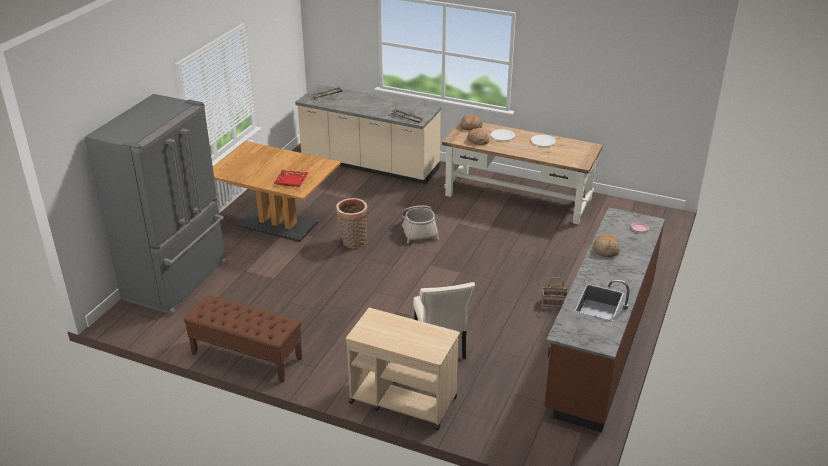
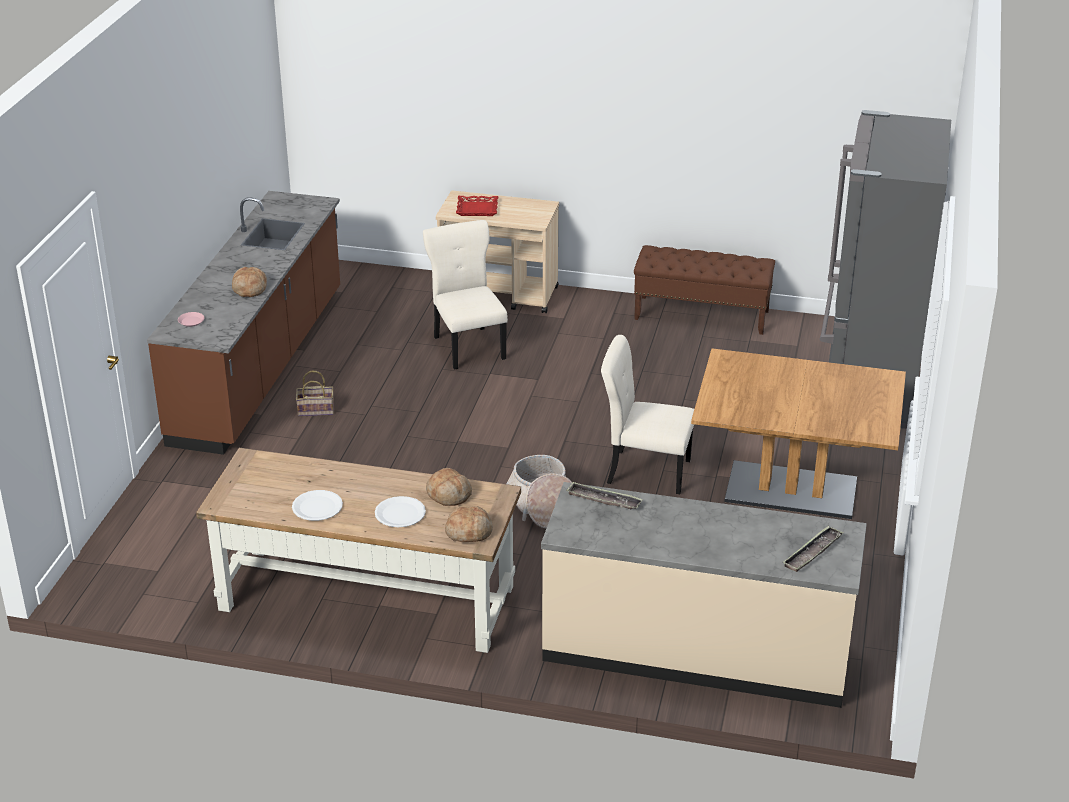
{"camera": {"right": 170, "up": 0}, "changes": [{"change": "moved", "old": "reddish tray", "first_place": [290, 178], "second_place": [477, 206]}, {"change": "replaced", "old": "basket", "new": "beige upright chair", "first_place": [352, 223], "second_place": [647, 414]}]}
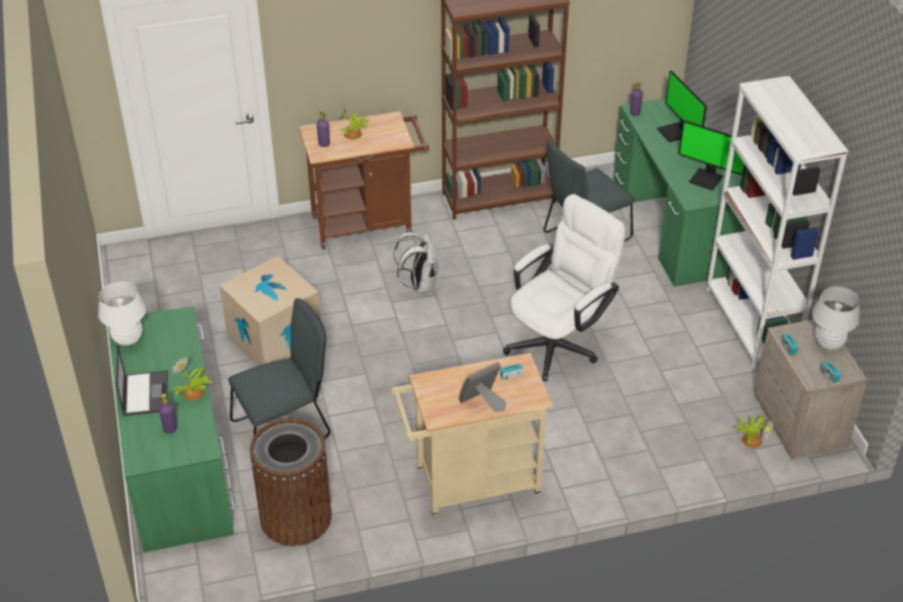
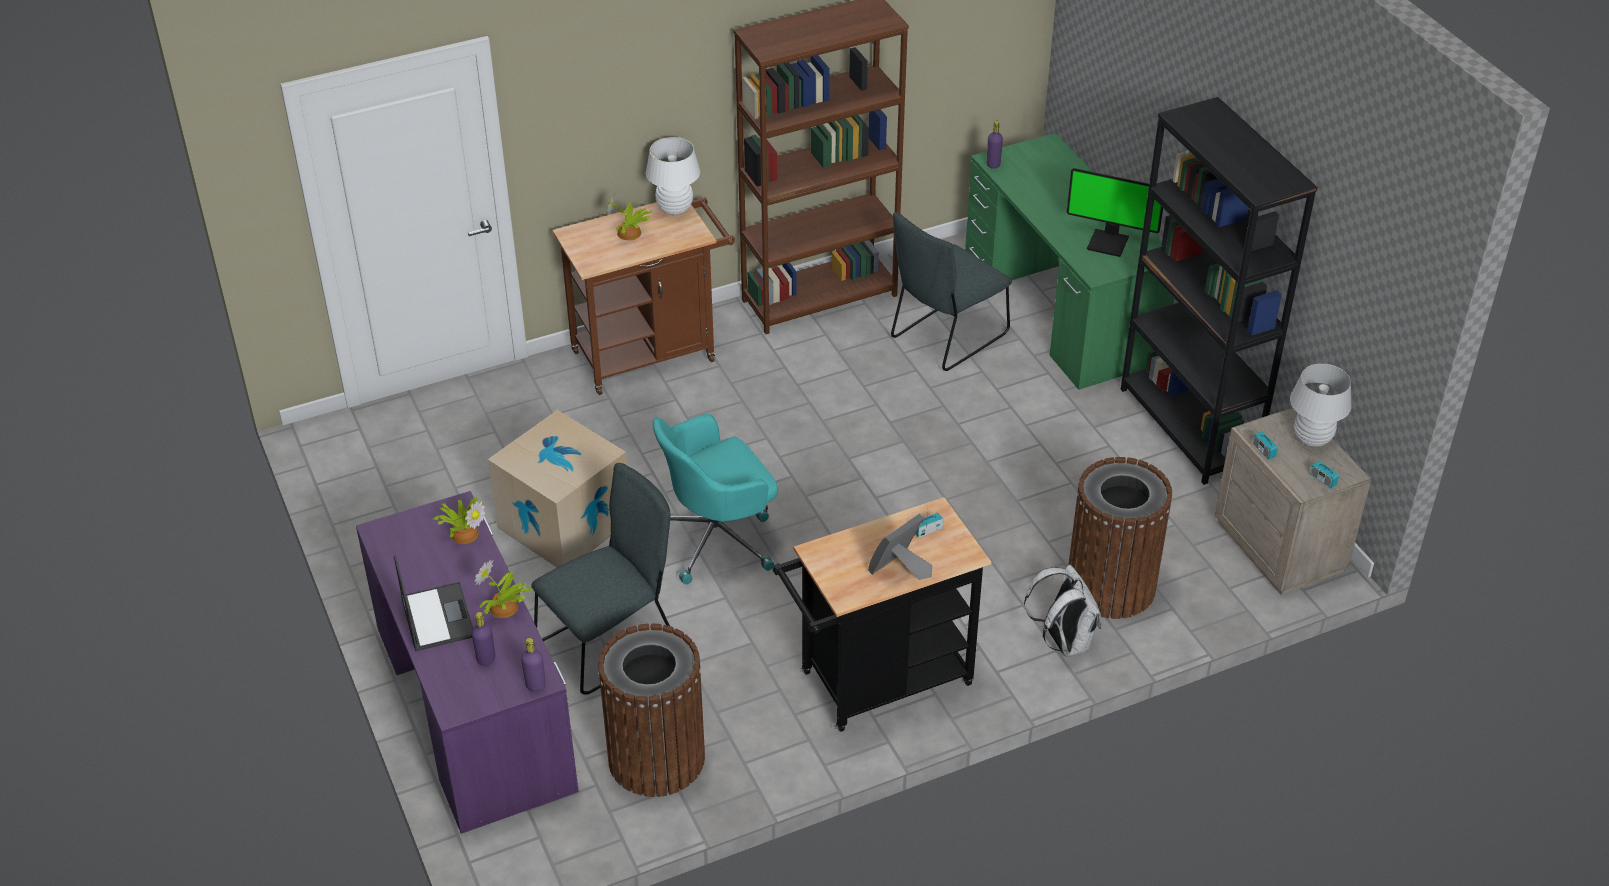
{"camera": {"right": -10, "up": 0}, "changes": [{"change": "recoloured", "old": "green-coloured desk unit", "new": "purple-coloured desk unit", "first_place": [171, 429], "second_place": [467, 662]}, {"change": "moved", "old": "plant in a pot", "first_place": [753, 432], "second_place": [459, 520]}, {"change": "moved", "old": "purple-coloured beverage bottle", "first_place": [323, 128], "second_place": [533, 665]}, {"change": "moved", "old": "whitish lamp for a table", "first_place": [122, 313], "second_place": [673, 176]}, {"change": "added", "new": "blue-green computer chair", "second_place": [715, 499]}, {"change": "recoloured", "old": "beige cart", "new": "blackish cart", "first_place": [472, 435], "second_place": [882, 614]}, {"change": "moved", "old": "whitish backpack", "first_place": [415, 262], "second_place": [1063, 611]}, {"change": "added", "new": "brown-coloured rubbish bin", "second_place": [1120, 538]}, {"change": "recoloured", "old": "whitish shelving unit", "new": "blackish shelving unit", "first_place": [777, 222], "second_place": [1219, 291]}, {"change": "removed", "old": "whitish computer chair", "first_place": [564, 287]}, {"change": "removed", "old": "monitor", "first_place": [682, 106]}]}
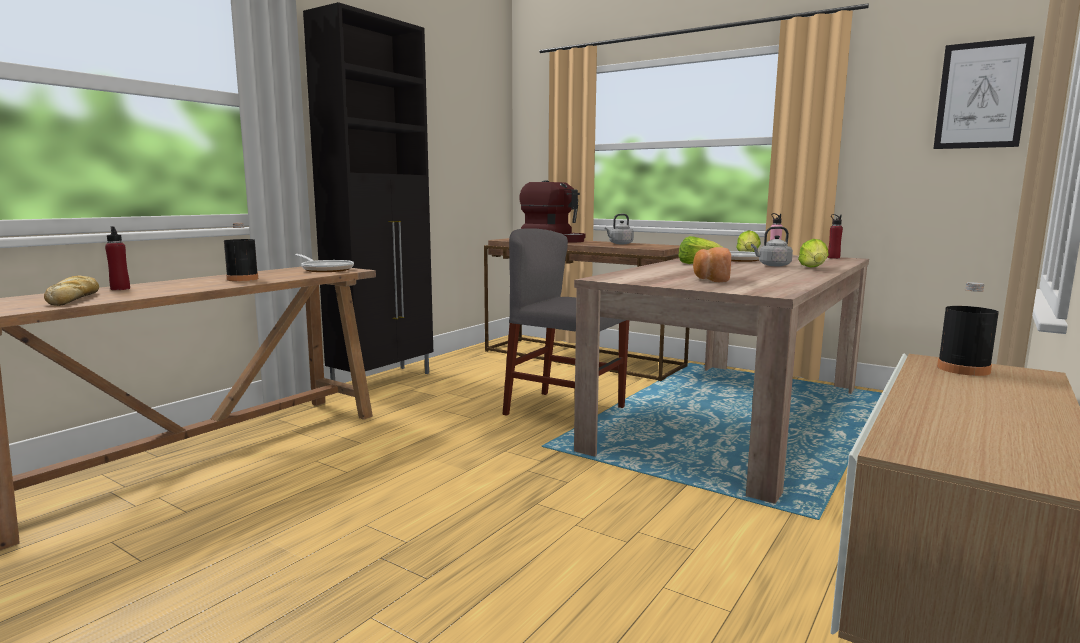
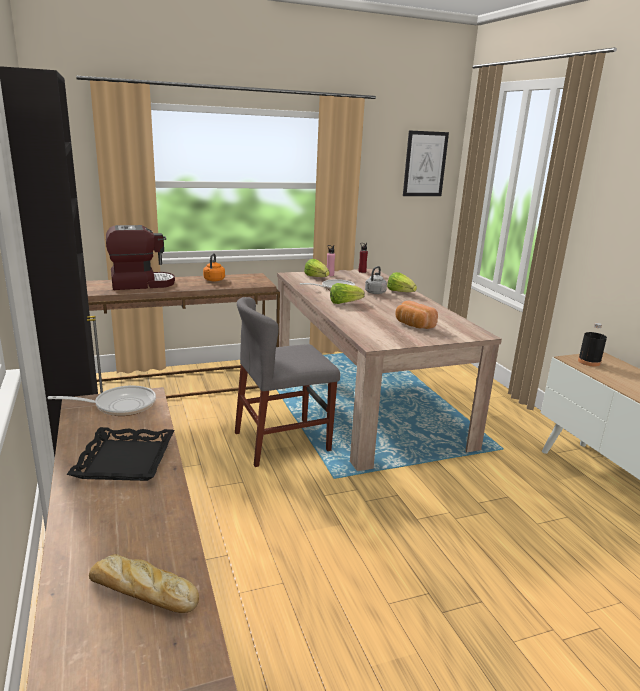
{"camera": {"right": -55, "up": 10}, "changes": [{"change": "replaced", "old": "blackish beverage bottle", "new": "blackish tray", "first_place": [241, 252], "second_place": [120, 454]}, {"change": "recoloured", "old": "grey tea kettle", "new": "orangey tea kettle", "first_place": [619, 229], "second_place": [214, 267]}, {"change": "removed", "old": "reddish beverage bottle", "first_place": [117, 258]}]}
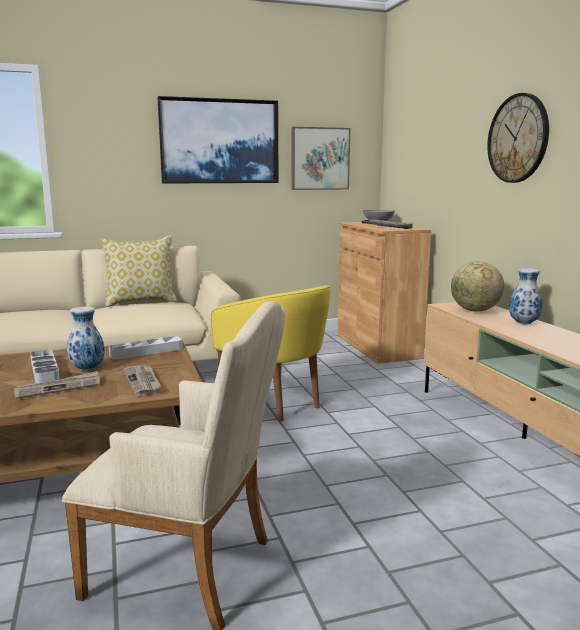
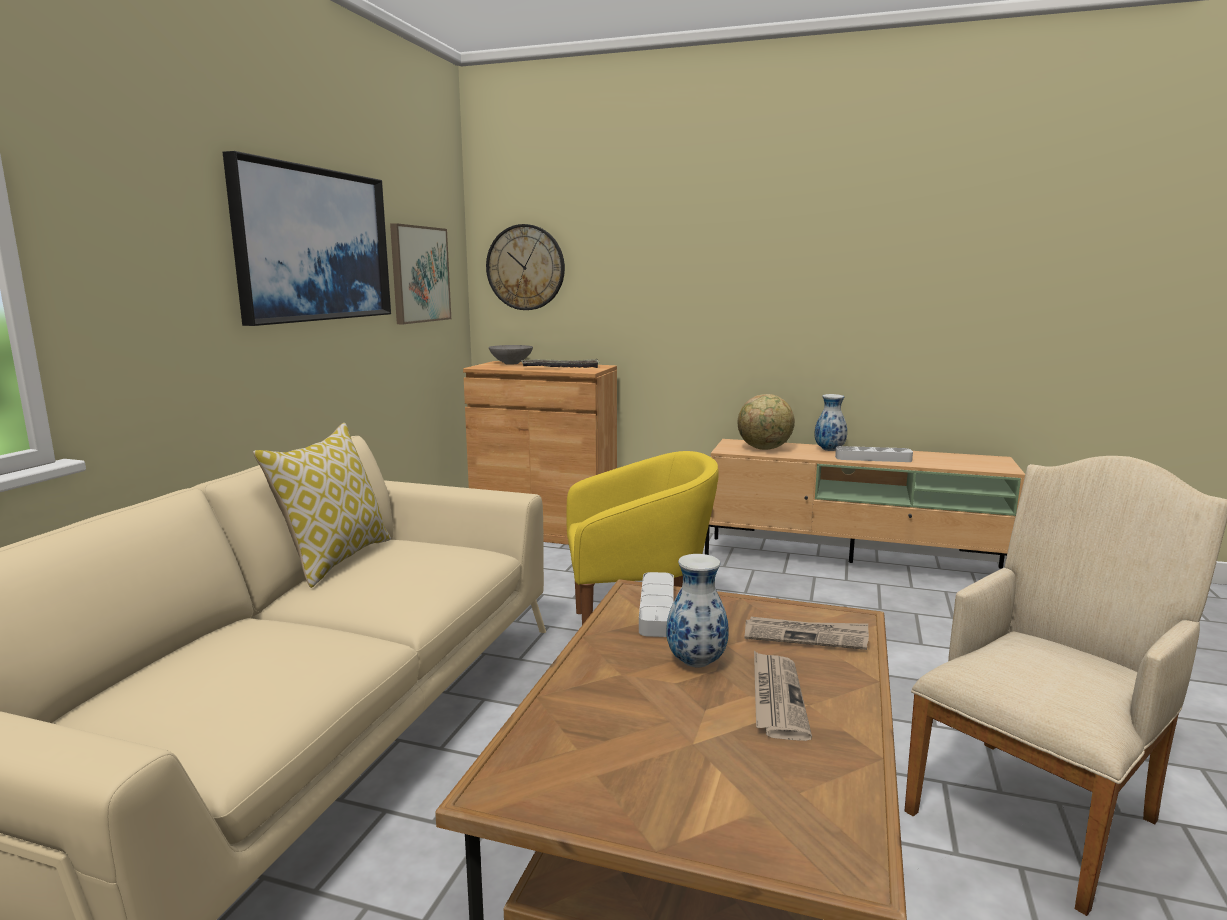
{"camera": {"right": -55, "up": 0}, "changes": [{"change": "moved", "old": "clock on the wall", "first_place": [518, 138], "second_place": [525, 267]}, {"change": "moved", "old": "grey tray", "first_place": [45, 366], "second_place": [874, 454]}]}
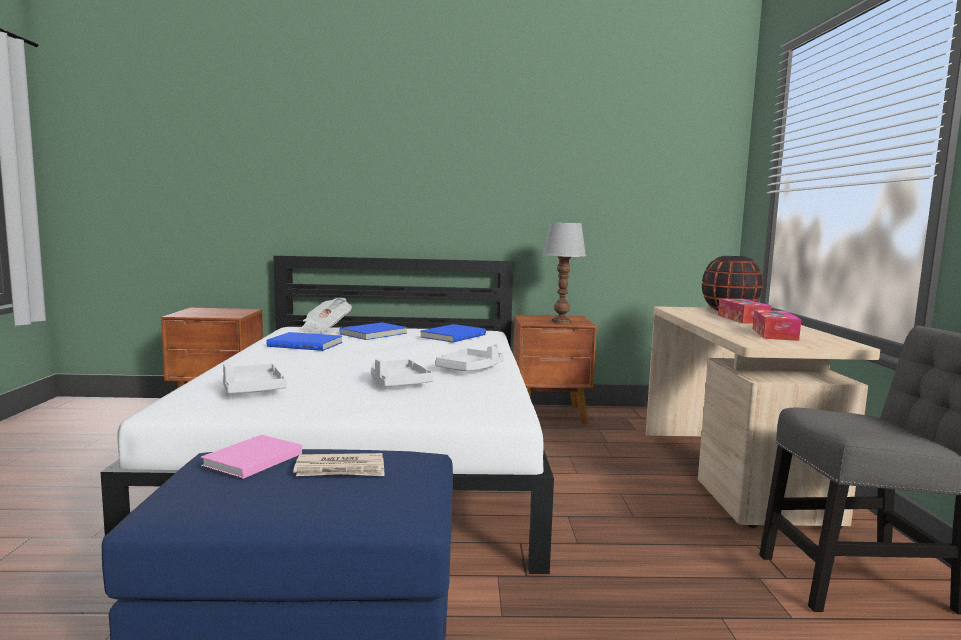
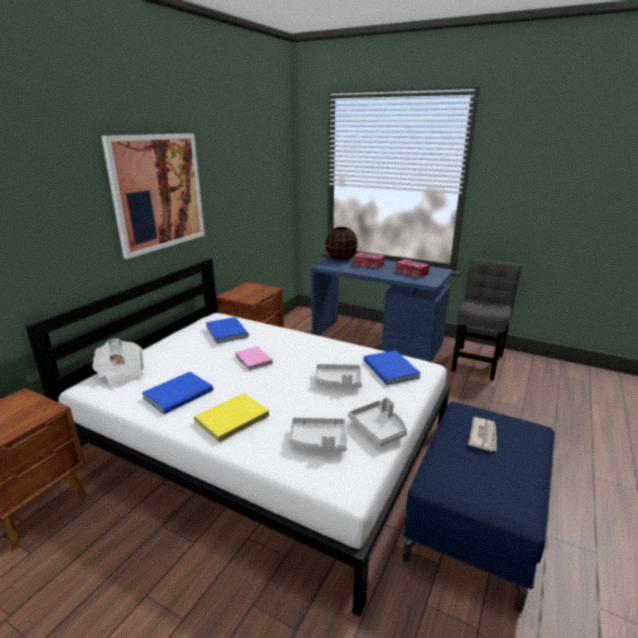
{"camera": {"right": -60, "up": 15}, "changes": [{"change": "added", "new": "wall picture", "second_place": [153, 196]}, {"change": "added", "new": "yellow bound book", "second_place": [231, 418]}, {"change": "moved", "old": "pink-coloured bound book", "first_place": [251, 457], "second_place": [254, 358]}, {"change": "recoloured", "old": "beige desk unit", "new": "blue desk unit", "first_place": [763, 417], "second_place": [382, 309]}, {"change": "moved", "old": "grey tray", "first_place": [469, 357], "second_place": [377, 421]}, {"change": "moved", "old": "blue bound book", "first_place": [373, 331], "second_place": [391, 367]}, {"change": "removed", "old": "lamp for a table", "first_place": [564, 273]}]}
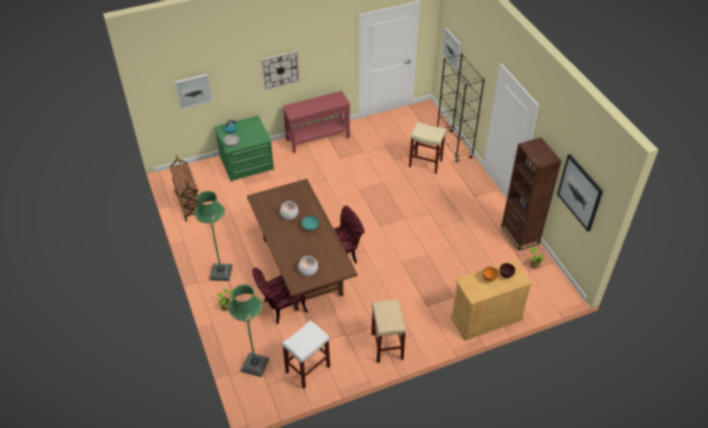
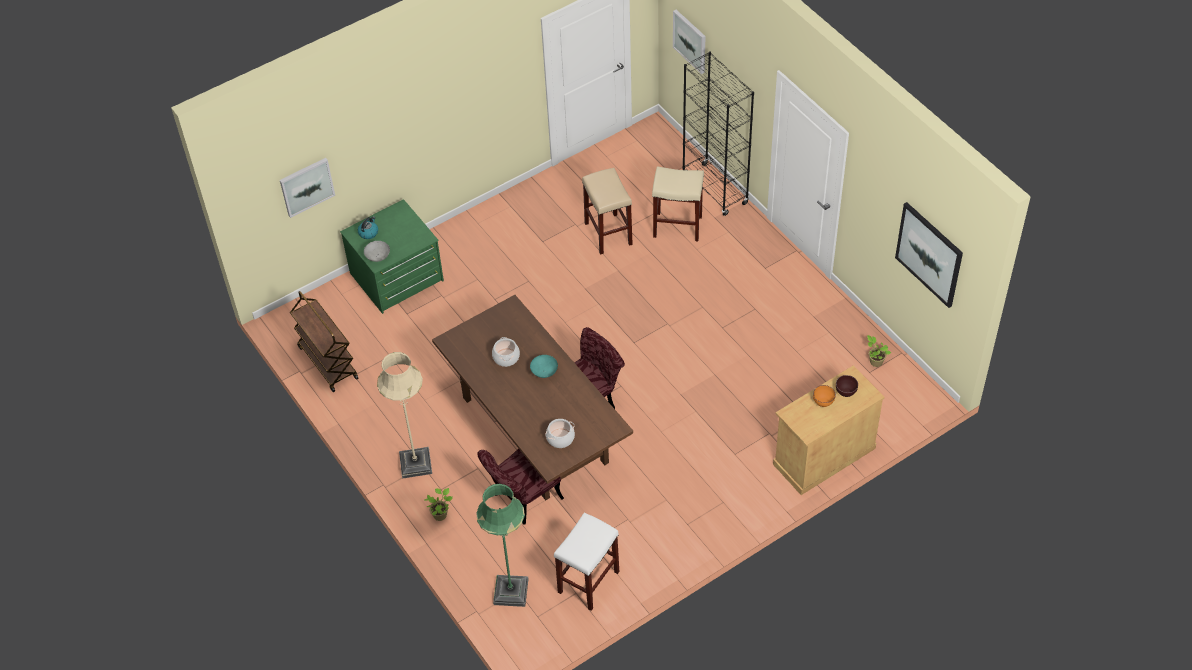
{"camera": {"right": -10, "up": 5}, "changes": [{"change": "recoloured", "old": "green-coloured floor lamp", "new": "beige floor lamp", "first_place": [213, 236], "second_place": [404, 415]}, {"change": "moved", "old": "beige sitting stool", "first_place": [388, 331], "second_place": [607, 211]}, {"change": "removed", "old": "clock on the wall", "first_place": [280, 70]}, {"change": "removed", "old": "reddish hall table", "first_place": [316, 122]}, {"change": "removed", "old": "brown-coloured shelving unit", "first_place": [531, 194]}]}
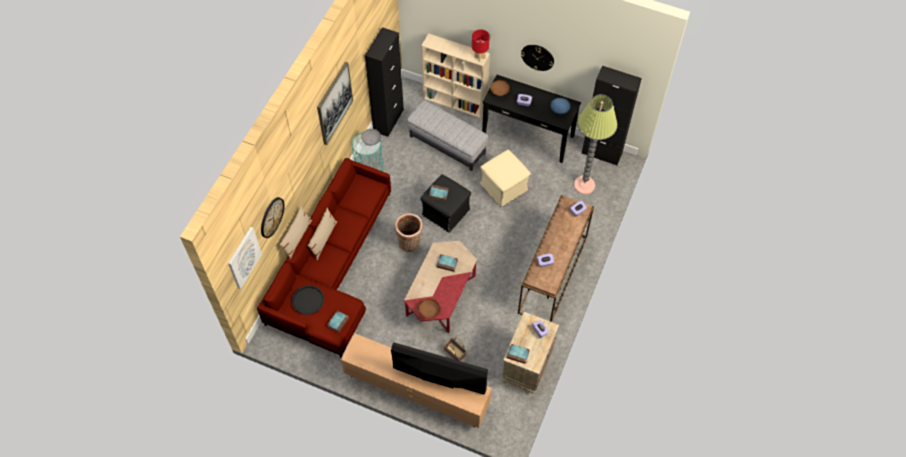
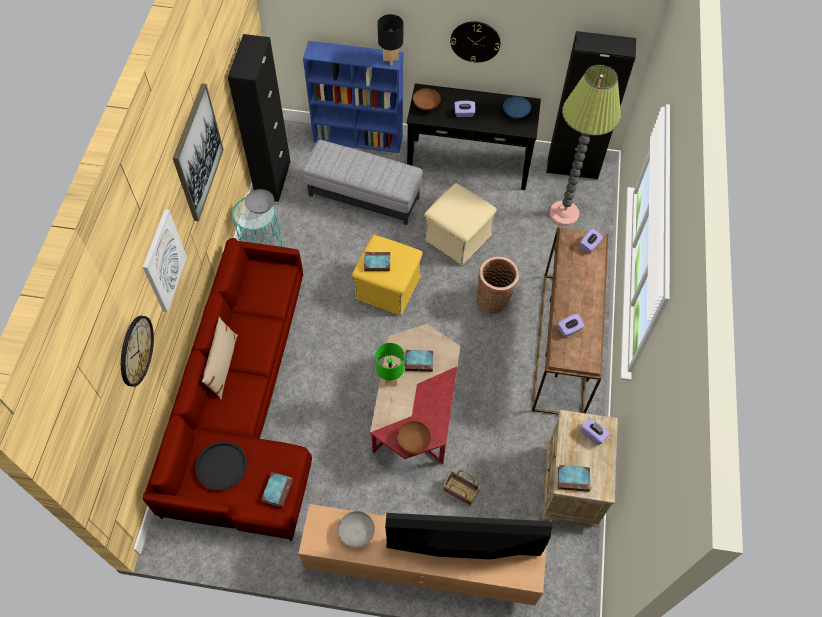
{"camera": {"right": -15, "up": 0}, "changes": [{"change": "moved", "old": "wall picture", "first_place": [245, 258], "second_place": [165, 260]}, {"change": "recoloured", "old": "beige shelving unit", "new": "blue shelving unit", "first_place": [455, 75], "second_place": [353, 97]}, {"change": "added", "new": "grey serving bowl", "second_place": [356, 529]}, {"change": "recoloured", "old": "blackish pouffe", "new": "yellow pouffe", "first_place": [445, 203], "second_place": [387, 275]}, {"change": "added", "new": "green-coloured lamp for a table", "second_place": [390, 364]}, {"change": "recoloured", "old": "reddish lamp for a table", "new": "blackish lamp for a table", "first_place": [481, 45], "second_place": [390, 39]}, {"change": "moved", "old": "basket", "first_place": [409, 232], "second_place": [498, 285]}, {"change": "removed", "old": "beige pillow", "first_place": [296, 232]}]}
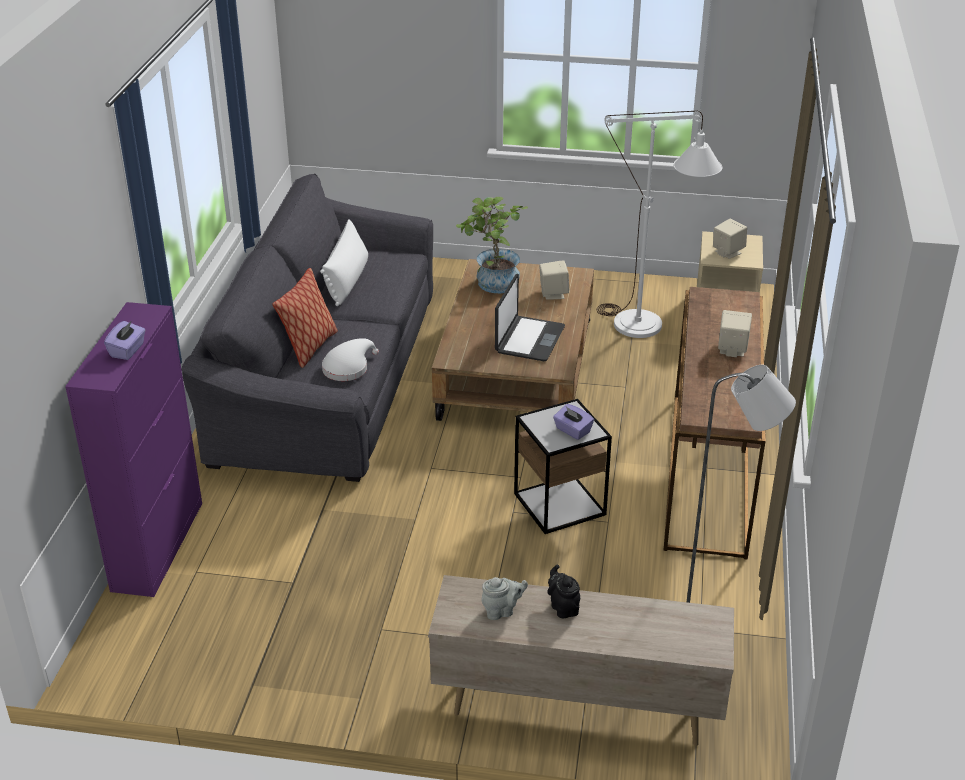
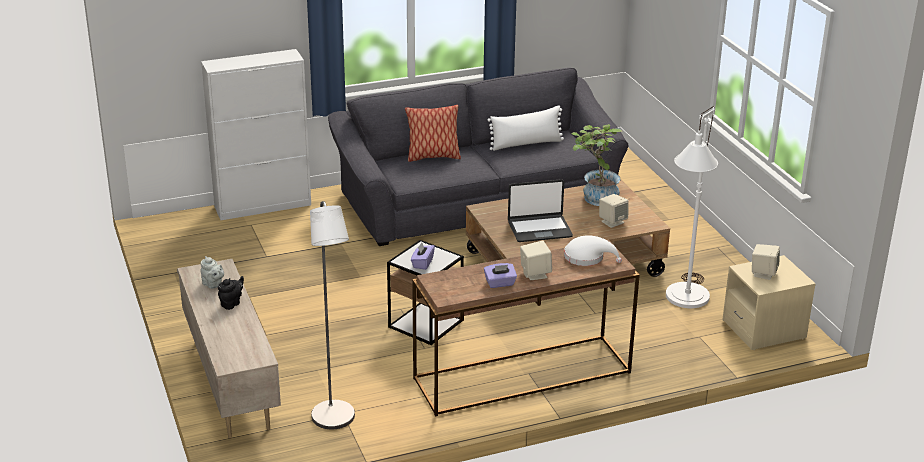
{"camera": {"right": 60, "up": -5}, "changes": [{"change": "recoloured", "old": "purple-coloured storage cabinet", "new": "whitish storage cabinet", "first_place": [133, 449], "second_place": [256, 134]}, {"change": "moved", "old": "purple-coloured tissue holder", "first_place": [124, 340], "second_place": [500, 275]}, {"change": "moved", "old": "whitish wearable hat", "first_place": [350, 359], "second_place": [593, 250]}]}
